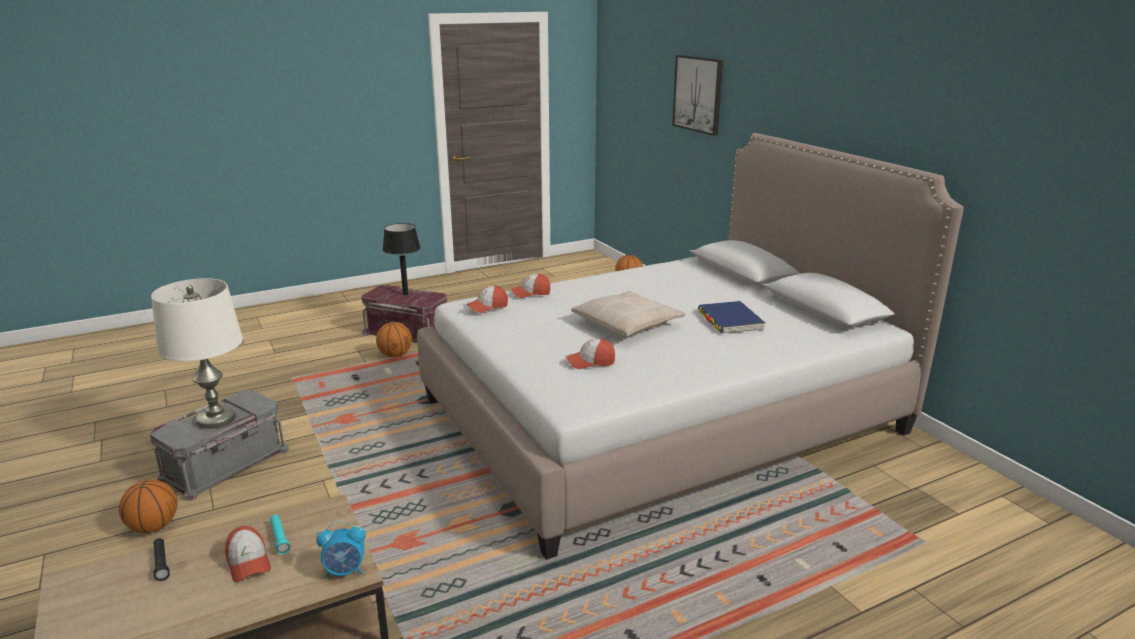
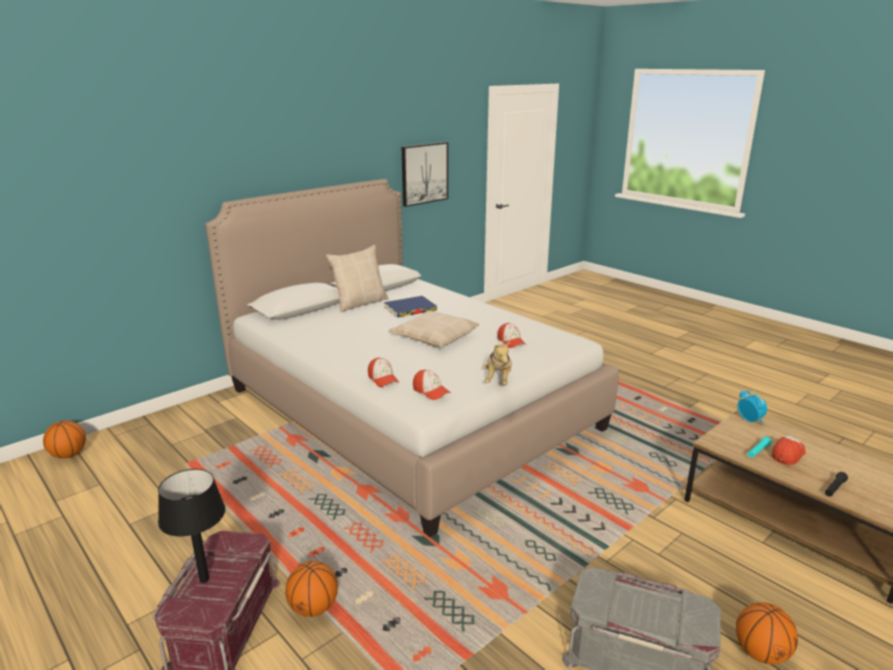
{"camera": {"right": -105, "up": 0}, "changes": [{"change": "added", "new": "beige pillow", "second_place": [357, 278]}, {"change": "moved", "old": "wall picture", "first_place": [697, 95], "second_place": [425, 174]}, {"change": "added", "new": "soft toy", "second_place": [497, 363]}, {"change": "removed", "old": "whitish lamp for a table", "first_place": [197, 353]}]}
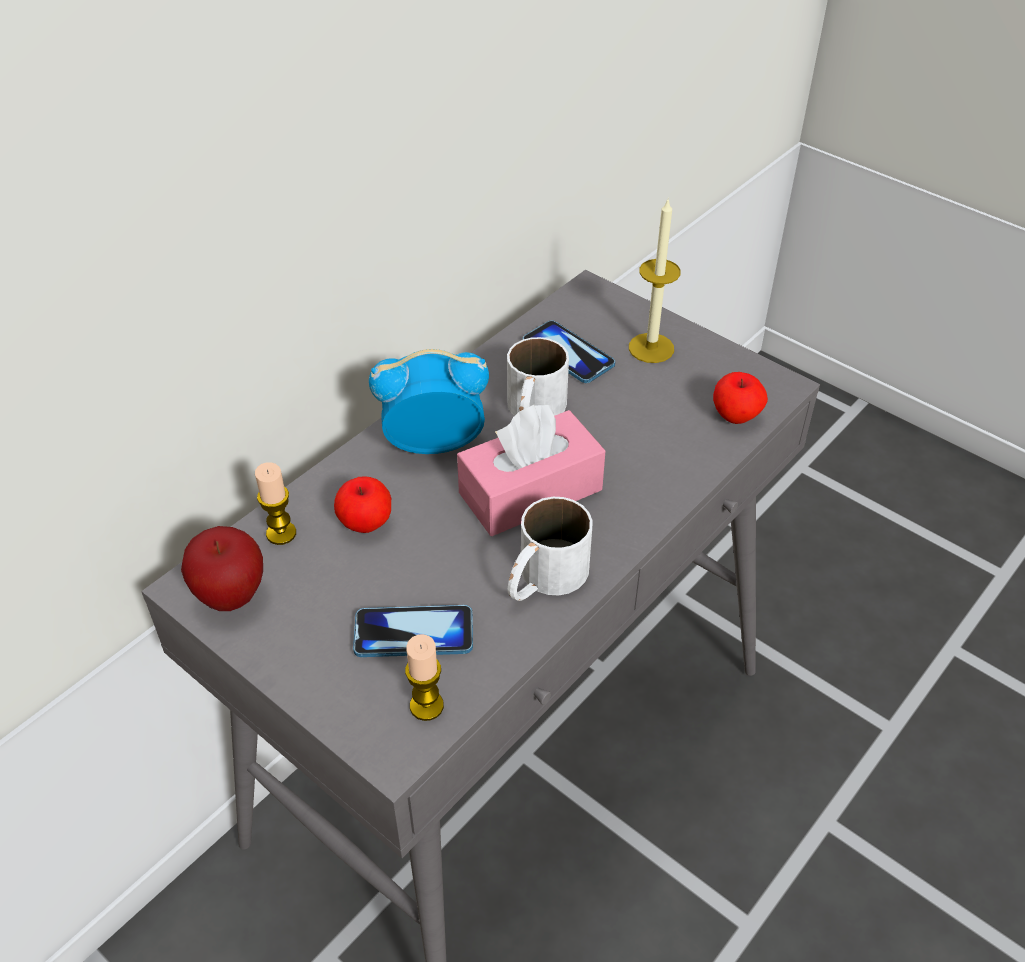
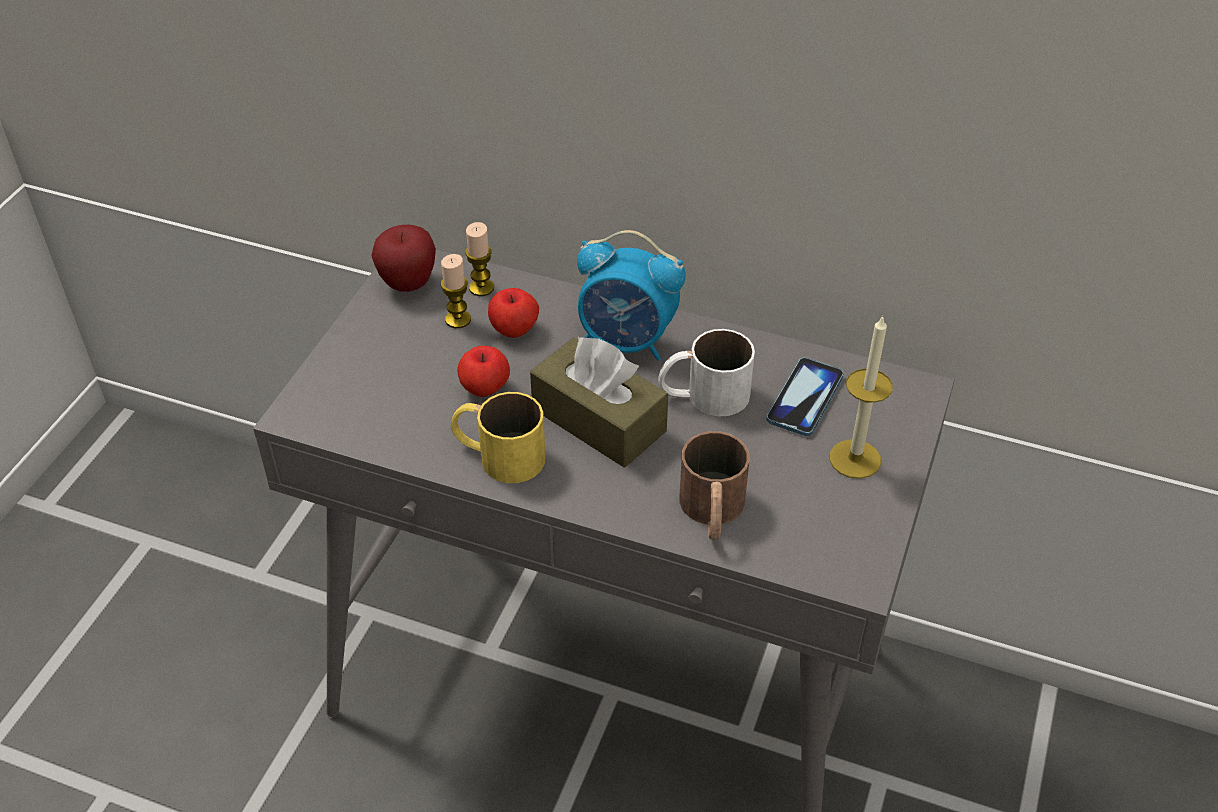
{"camera": {"right": 70, "up": 0}, "changes": [{"change": "moved", "old": "candle", "first_place": [424, 677], "second_place": [456, 291]}, {"change": "recoloured", "old": "whitish mug", "new": "yellow mug", "first_place": [550, 549], "second_place": [498, 437]}, {"change": "moved", "old": "apple", "first_place": [740, 398], "second_place": [483, 371]}, {"change": "recoloured", "old": "pink-coloured tissue holder", "new": "brown-coloured tissue holder", "first_place": [531, 470], "second_place": [599, 402]}, {"change": "turned", "old": "table clock", "first_place": [429, 401], "second_place": [631, 295], "degrees": 135}, {"change": "added", "new": "brown-coloured mug", "second_place": [715, 485]}, {"change": "removed", "old": "telephone", "first_place": [413, 631]}]}
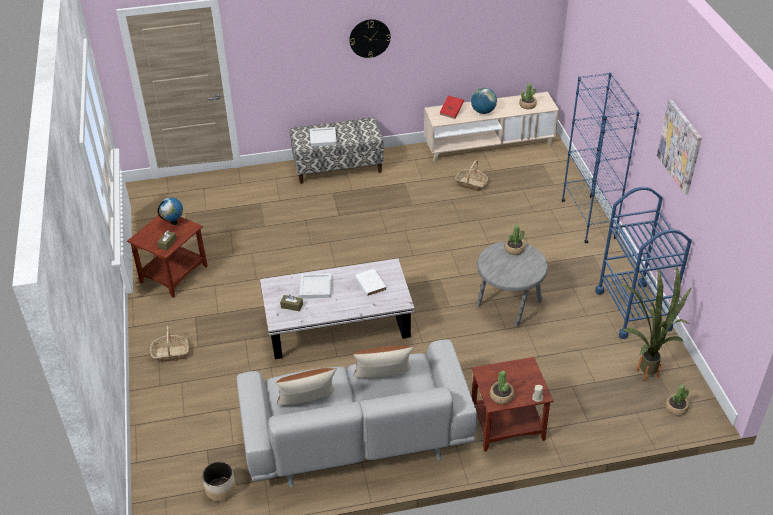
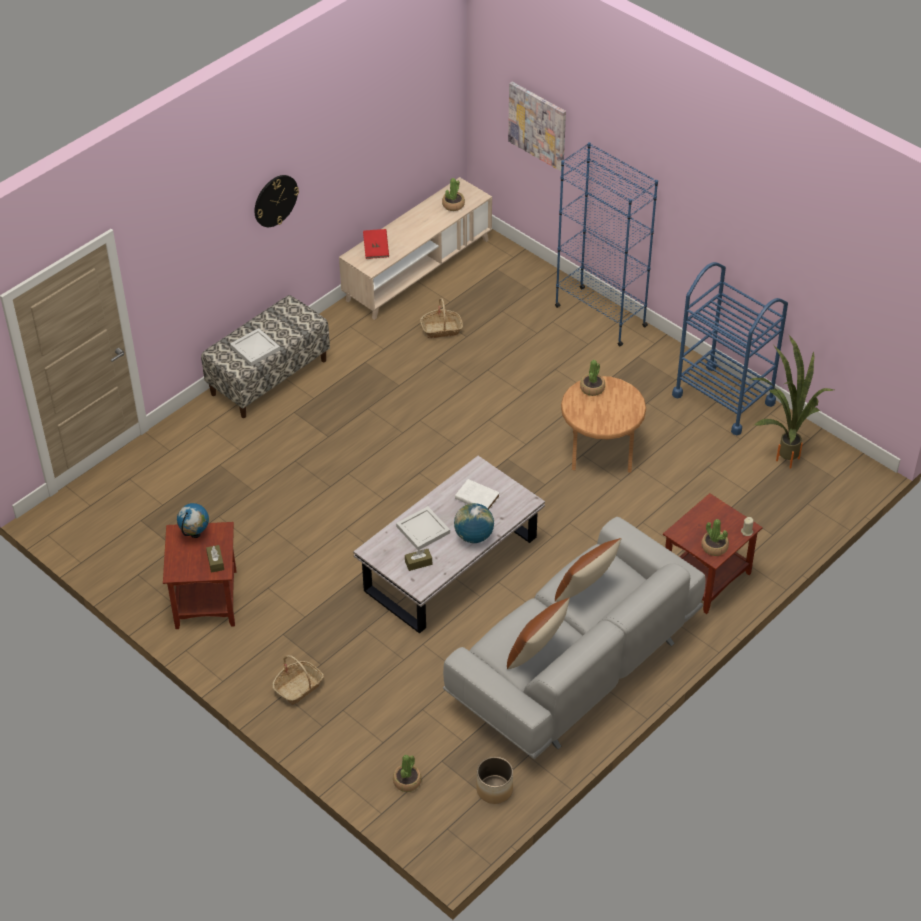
{"camera": {"right": -35, "up": 5}, "changes": [{"change": "moved", "old": "plant in a pot", "first_place": [677, 400], "second_place": [407, 773]}, {"change": "moved", "old": "world globe", "first_place": [484, 101], "second_place": [474, 523]}, {"change": "moved", "old": "wall picture", "first_place": [679, 147], "second_place": [537, 126]}, {"change": "recoloured", "old": "grey side table", "new": "brown-coloured side table", "first_place": [512, 284], "second_place": [603, 424]}]}
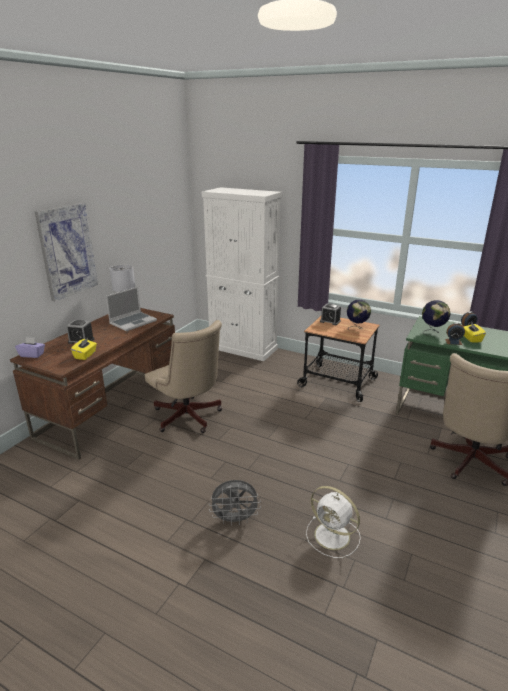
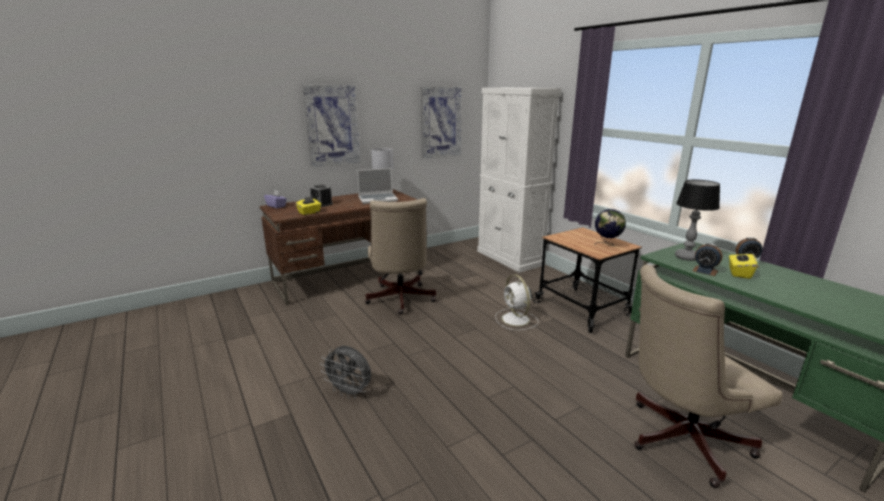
{"camera": {"right": 30, "up": -5}, "changes": [{"change": "added", "new": "wall picture", "second_place": [441, 123]}, {"change": "moved", "old": "whitish electric fan", "first_place": [333, 522], "second_place": [516, 302]}, {"change": "replaced", "old": "world globe", "new": "lamp for a table", "first_place": [436, 317], "second_place": [697, 220]}, {"change": "removed", "old": "table clock", "first_place": [330, 314]}]}
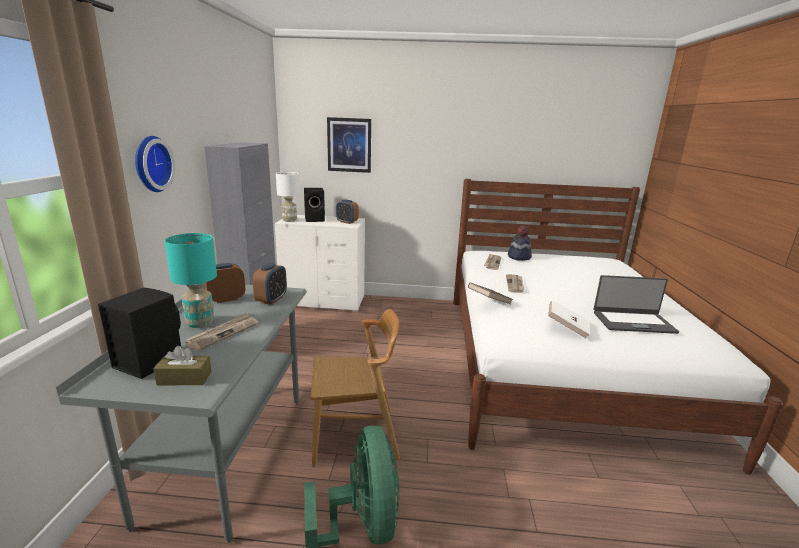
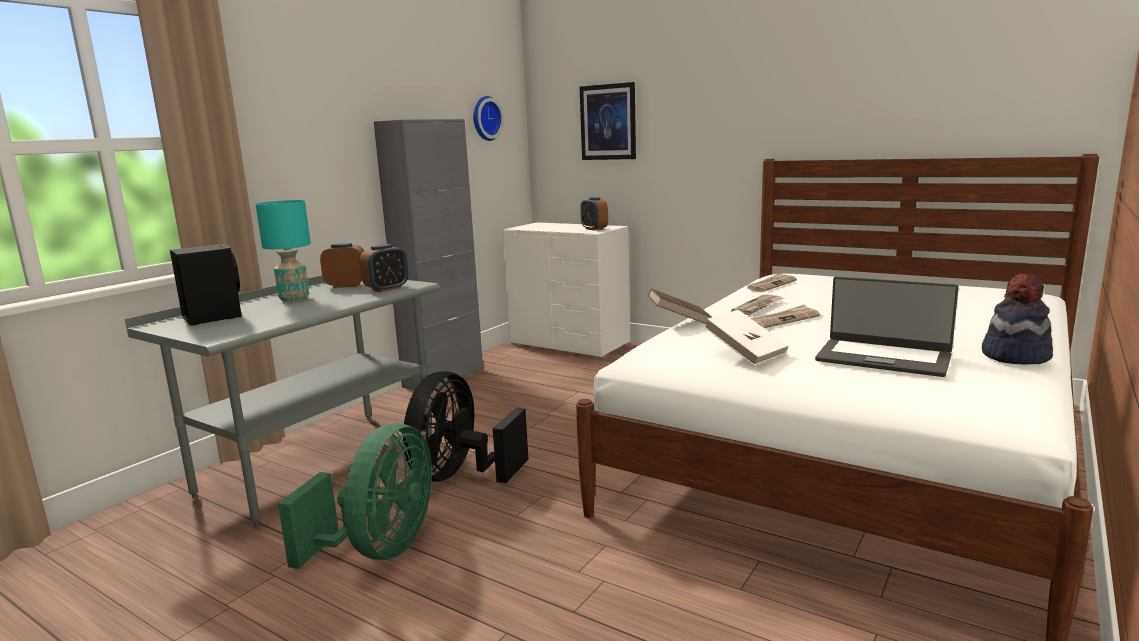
{"camera": {"right": 30, "up": -5}, "changes": [{"change": "replaced", "old": "brown-coloured upright chair", "new": "blackish electric fan", "first_place": [355, 388], "second_place": [466, 427]}, {"change": "moved", "old": "clock on the wall", "first_place": [155, 164], "second_place": [488, 118]}, {"change": "moved", "old": "printed paper", "first_place": [221, 332], "second_place": [786, 316]}, {"change": "moved", "old": "wearable hat", "first_place": [520, 243], "second_place": [1017, 319]}, {"change": "removed", "old": "brown-coloured tissue holder", "first_place": [182, 365]}, {"change": "removed", "old": "whitish lamp for a table", "first_place": [288, 197]}, {"change": "removed", "old": "blackish loudspeaker", "first_place": [314, 205]}]}
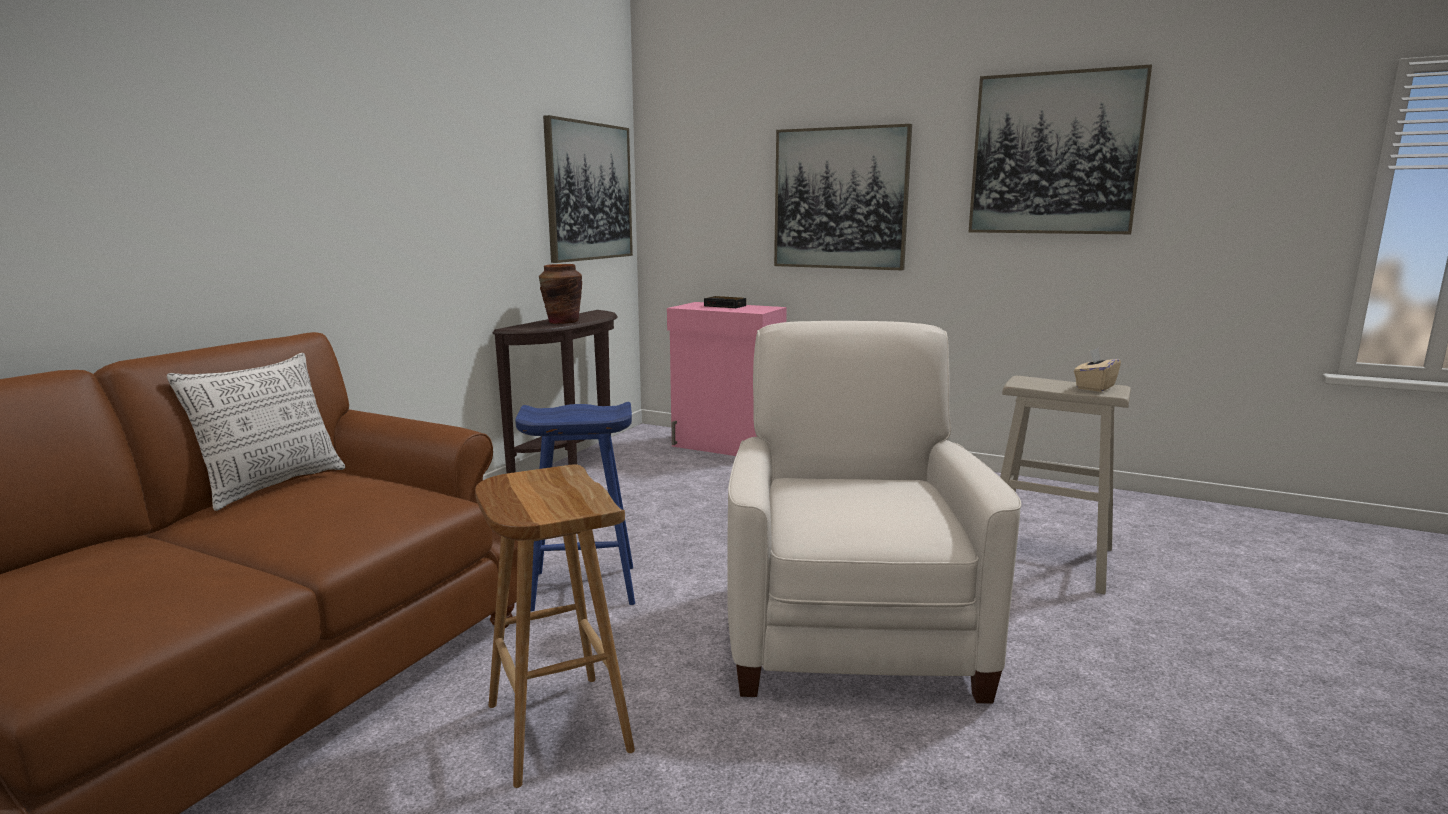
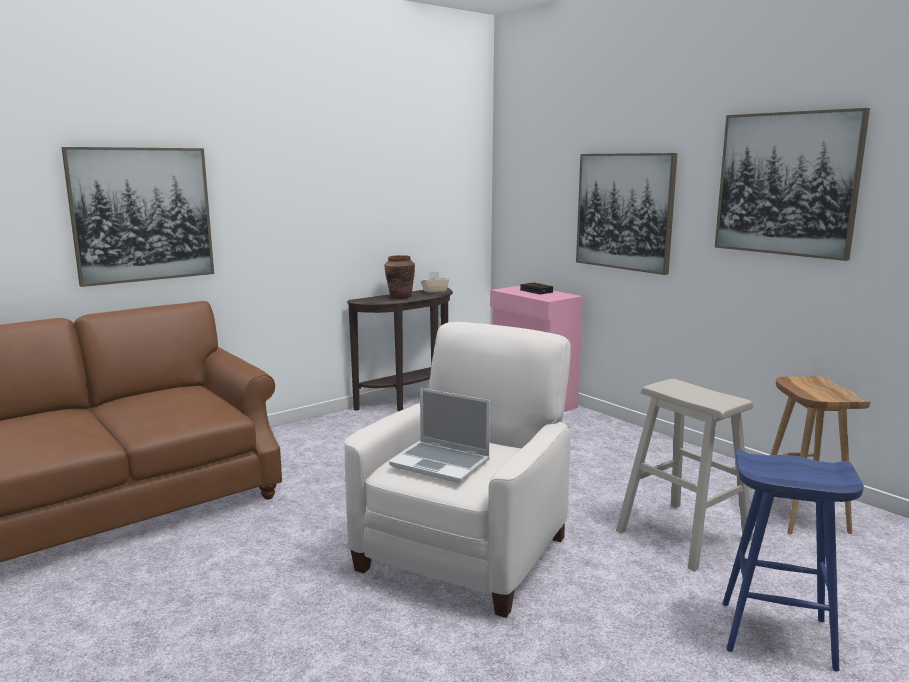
{"camera": {"right": 25, "up": 0}, "changes": [{"change": "moved", "old": "wall picture", "first_place": [588, 189], "second_place": [137, 217]}, {"change": "added", "new": "laptop", "second_place": [439, 435]}, {"change": "moved", "old": "beige tissue holder", "first_place": [1097, 370], "second_place": [435, 282]}, {"change": "moved", "old": "blue sitting stool", "first_place": [575, 507], "second_place": [793, 560]}, {"change": "moved", "old": "brown-coloured sitting stool", "first_place": [555, 626], "second_place": [820, 455]}, {"change": "removed", "old": "pillow", "first_place": [256, 432]}]}
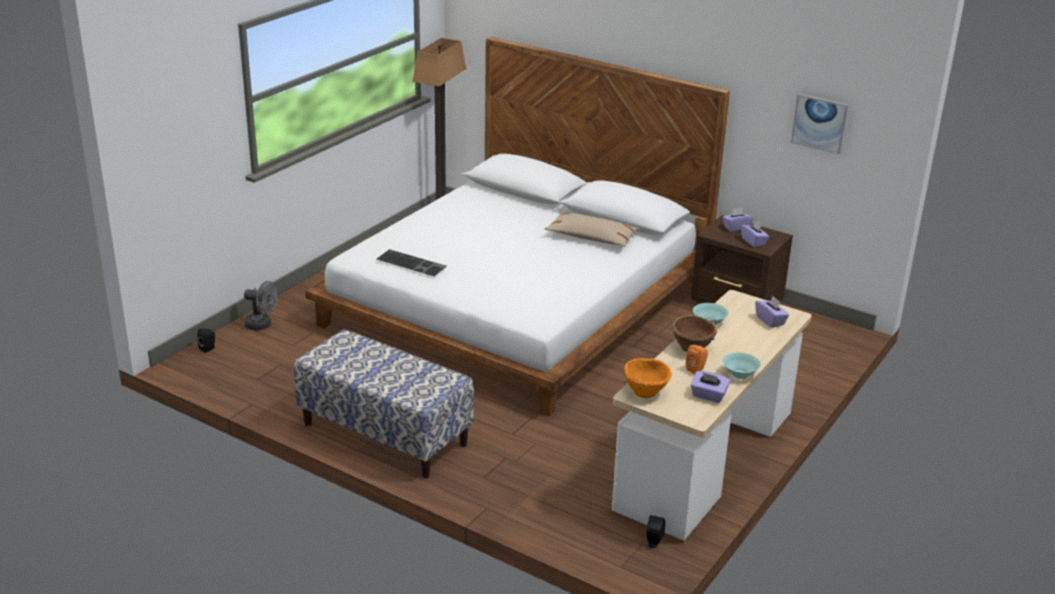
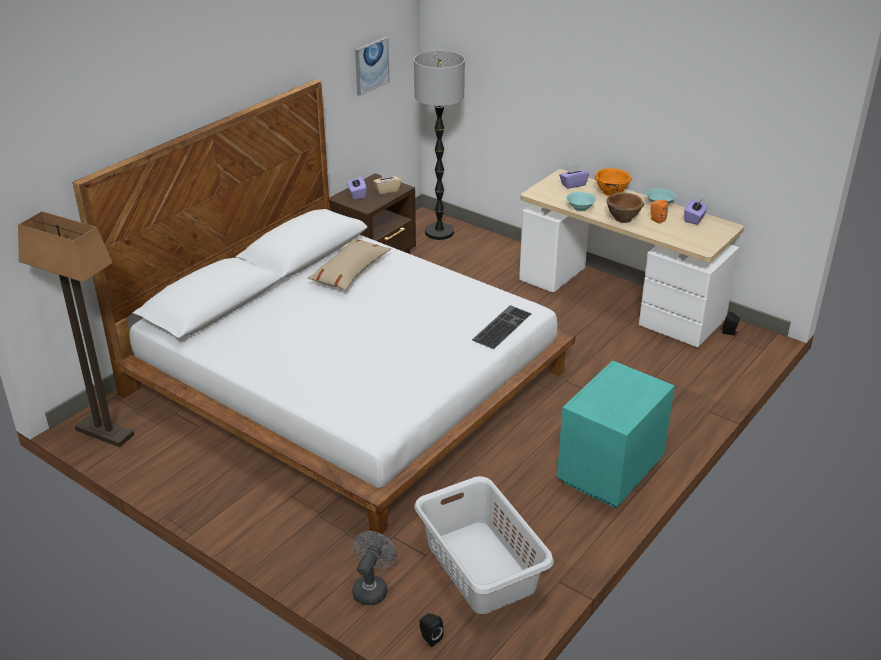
{"camera": {"right": -85, "up": 5}, "changes": [{"change": "recoloured", "old": "purple-coloured tissue holder", "new": "beige tissue holder", "first_place": [755, 234], "second_place": [387, 182]}, {"change": "added", "new": "floor lamp", "second_place": [439, 145]}, {"change": "added", "new": "grey hamper", "second_place": [484, 545]}, {"change": "moved", "old": "PC keyboard", "first_place": [411, 262], "second_place": [501, 327]}, {"change": "replaced", "old": "bench", "new": "blue-green night table", "first_place": [384, 403], "second_place": [616, 434]}, {"change": "moved", "old": "orangey serving bowl", "first_place": [648, 378], "second_place": [613, 182]}]}
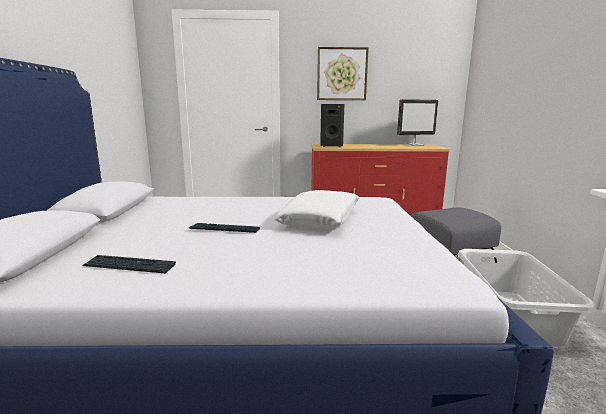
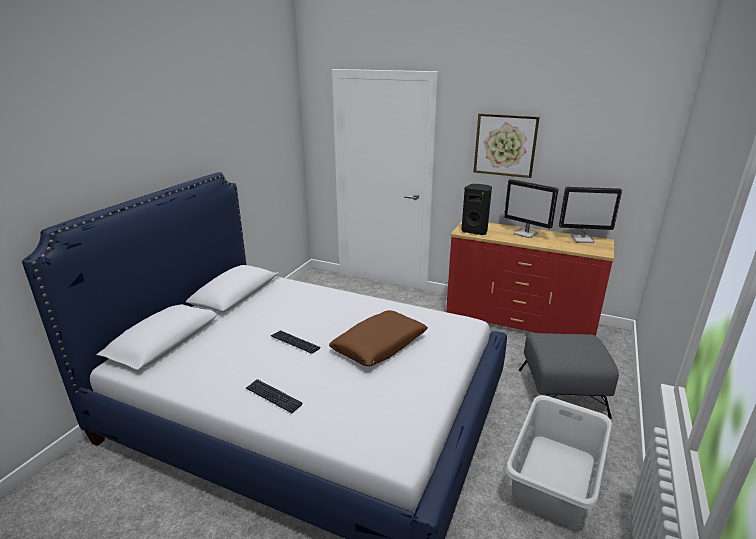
{"camera": {"right": 25, "up": 10}, "changes": [{"change": "moved", "old": "PC keyboard", "first_place": [129, 264], "second_place": [274, 396]}, {"change": "recoloured", "old": "whitish pillow", "new": "brown-coloured pillow", "first_place": [316, 209], "second_place": [378, 338]}, {"change": "added", "new": "monitor", "second_place": [531, 208]}]}
